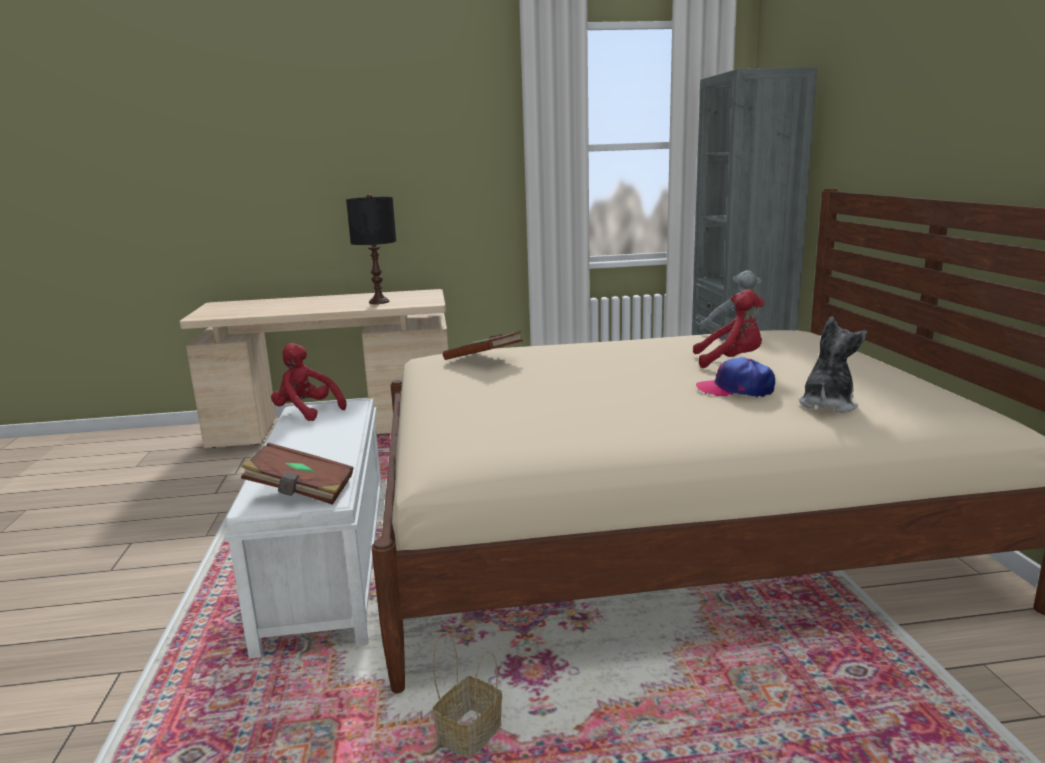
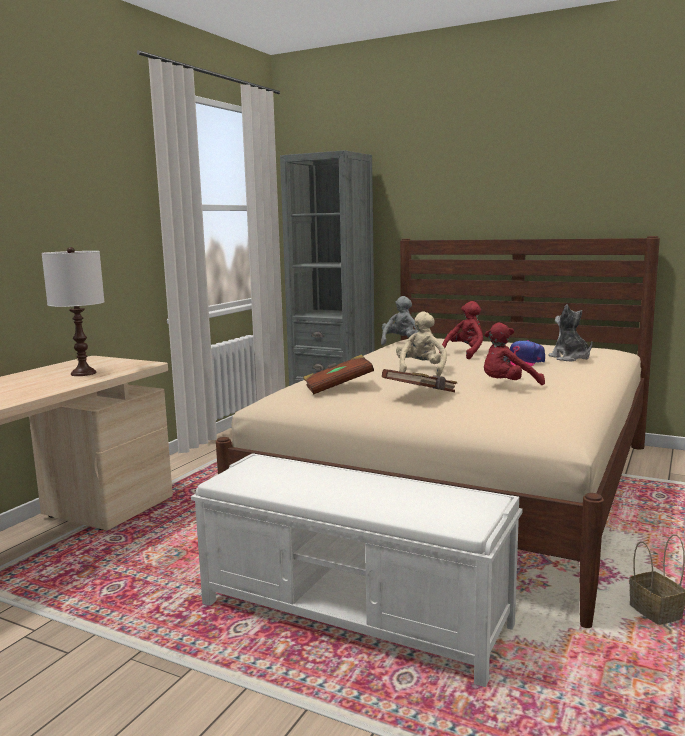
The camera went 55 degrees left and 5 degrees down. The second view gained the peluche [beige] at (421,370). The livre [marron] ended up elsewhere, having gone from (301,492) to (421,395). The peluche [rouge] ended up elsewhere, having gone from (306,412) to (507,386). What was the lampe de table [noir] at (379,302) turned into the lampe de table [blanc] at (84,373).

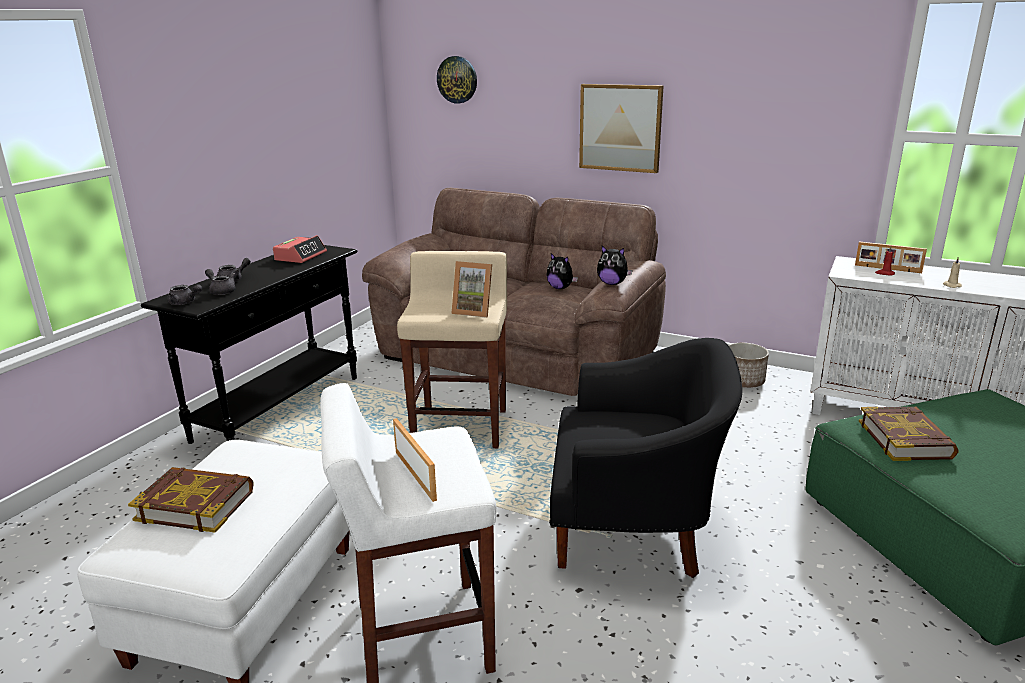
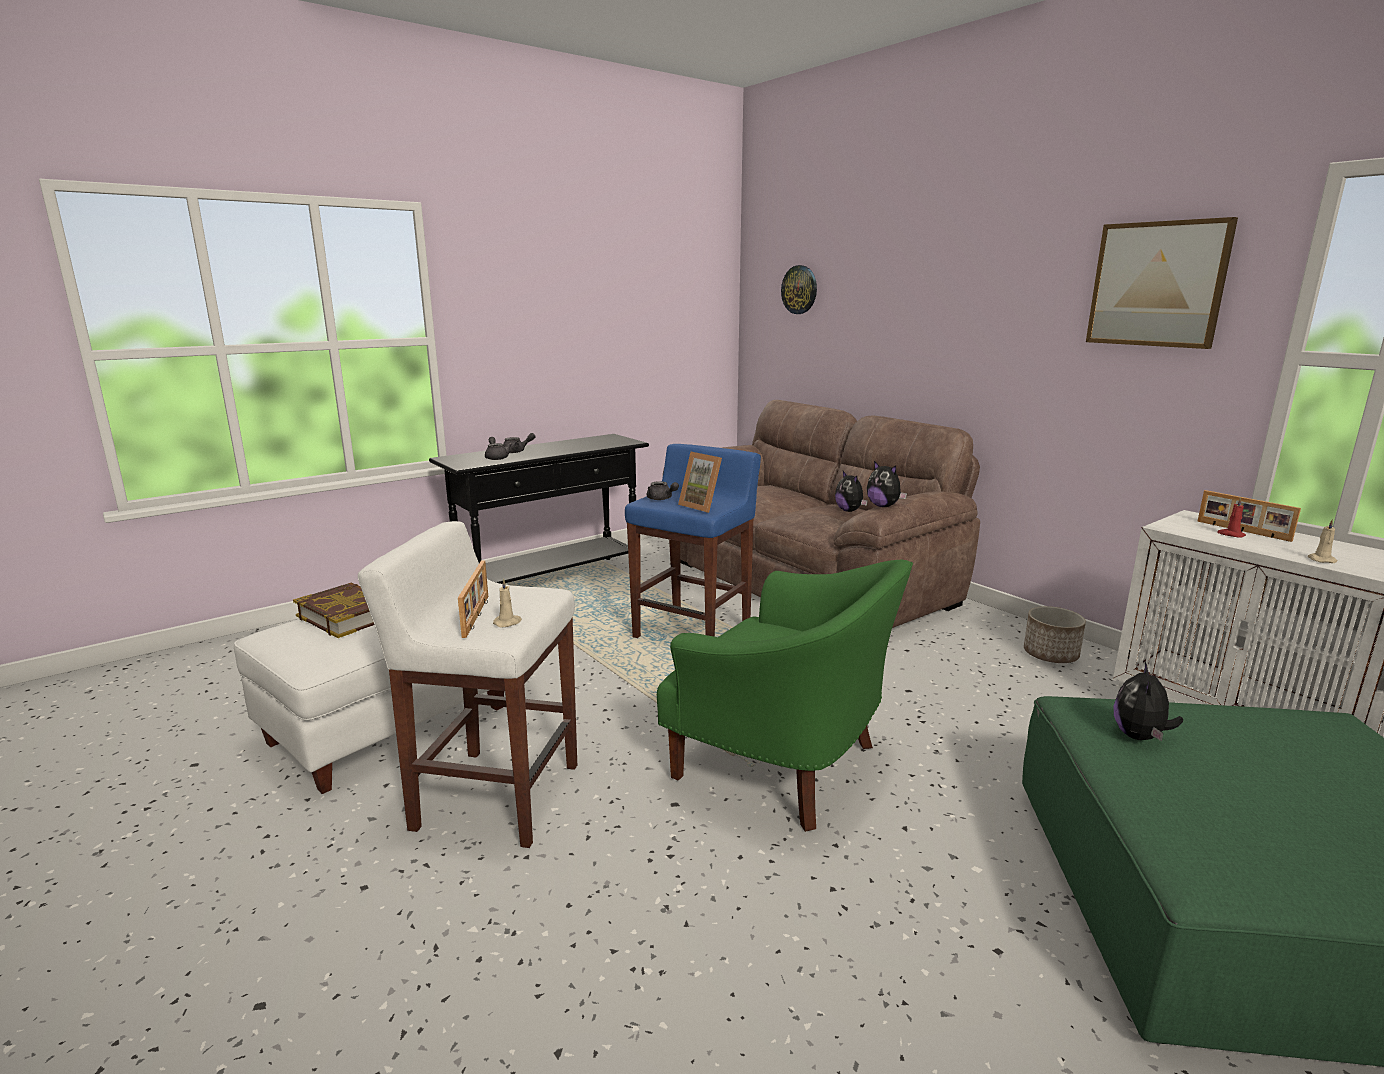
The camera went 25 degrees right and 5 degrees down. The second view lost the réveil at (301,256). The second view gained the bougie [beige] at (508,622). The théière [gris] ended up elsewhere, having gone from (185,303) to (661,499). The tableau ended up elsewhere, having gone from (620,127) to (1157,284). Where the livre stood at (905,439), the peluche came to stand at (1140,737). What was the tabouret [beige] at (461,426) turned into the tabouret [bleu] at (693,631). What was the fauteuil [noir] at (634,529) turned into the fauteuil [vert] at (784,766).

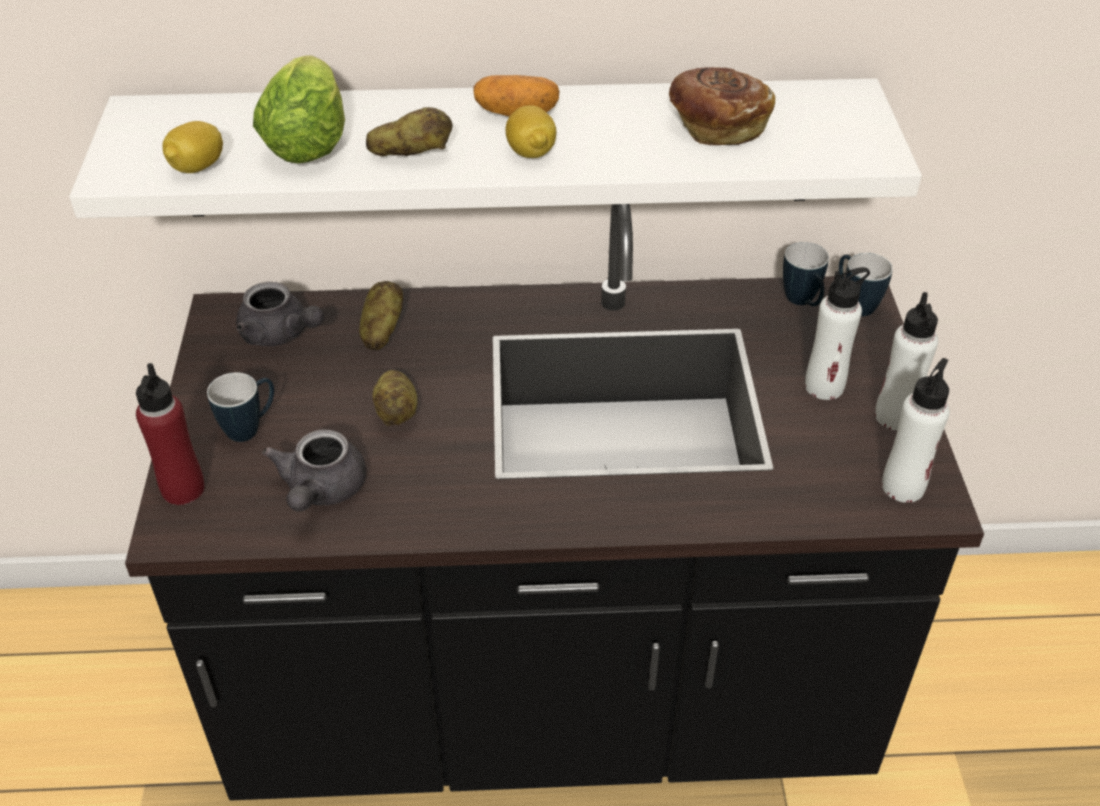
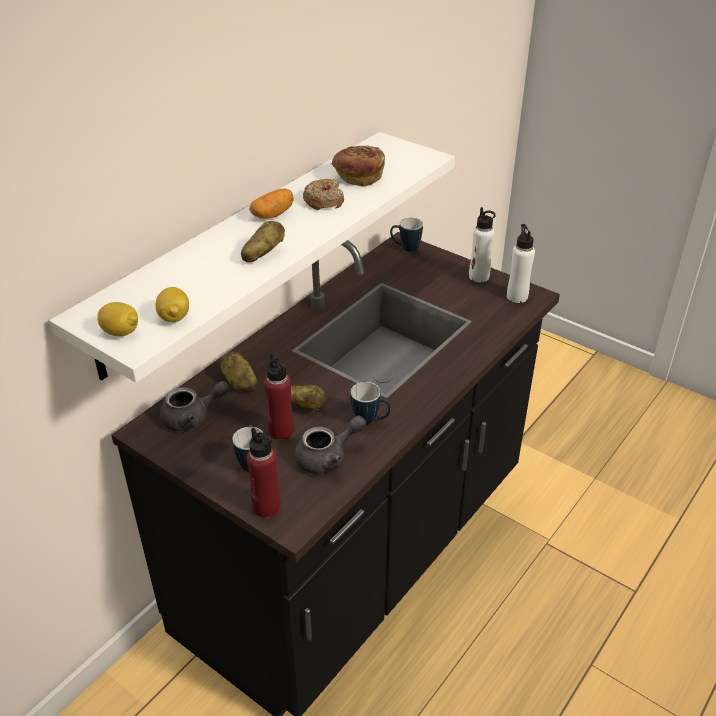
The camera went 50 degrees left and 5 degrees down. The second view lost the laitue at (309,139). The second view lost the bouteille [blanc] at (824,386). The second view gained the bouteille [rouge] at (281,431). The second view gained the beignet at (324,201). The citron ended up elsewhere, having gone from (530,152) to (121,332). The mug ended up elsewhere, having gone from (803,303) to (371,421). The théière [gris] at (321,491) ended up facing another way, 75 degrees counterclockwise from before.

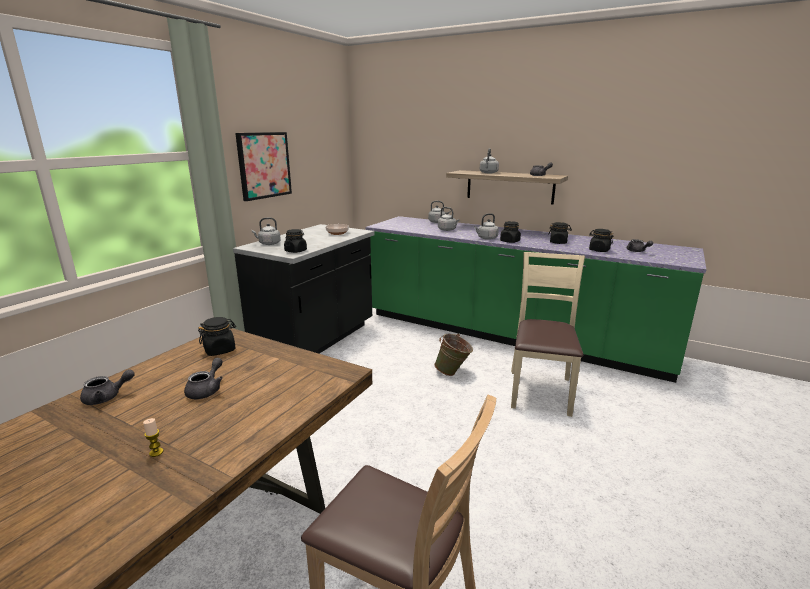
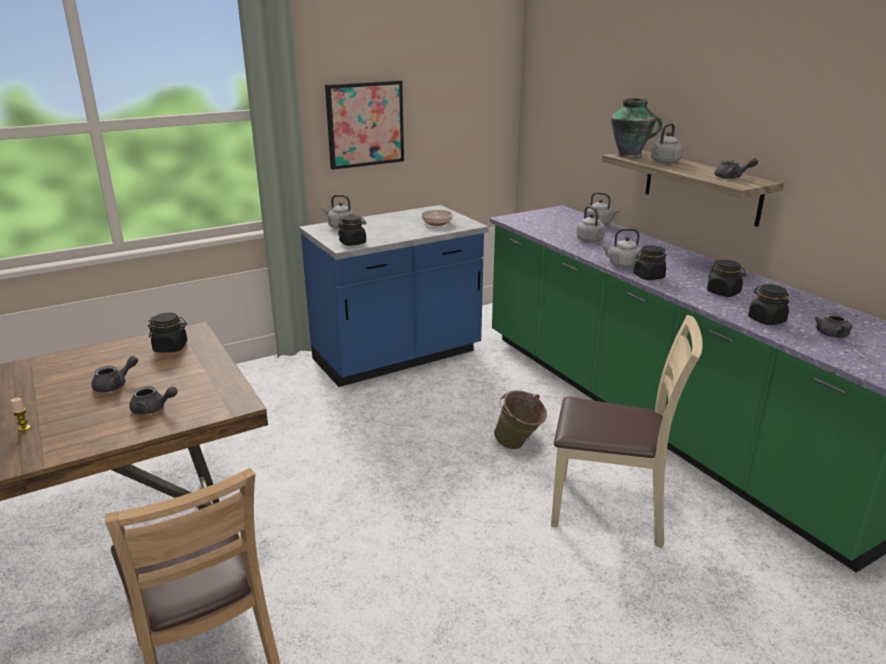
The camera went 30 degrees right and 5 degrees up. The second view gained the vase at (630,155). The théière [gris] ended up elsewhere, having gone from (107,397) to (153,409). What was the comptoir de cuisine [noir] at (316,341) turned into the comptoir de cuisine [bleu] at (397,358). The chaise [beige] at (540,391) ended up facing another way, 60 degrees clockwise from before.

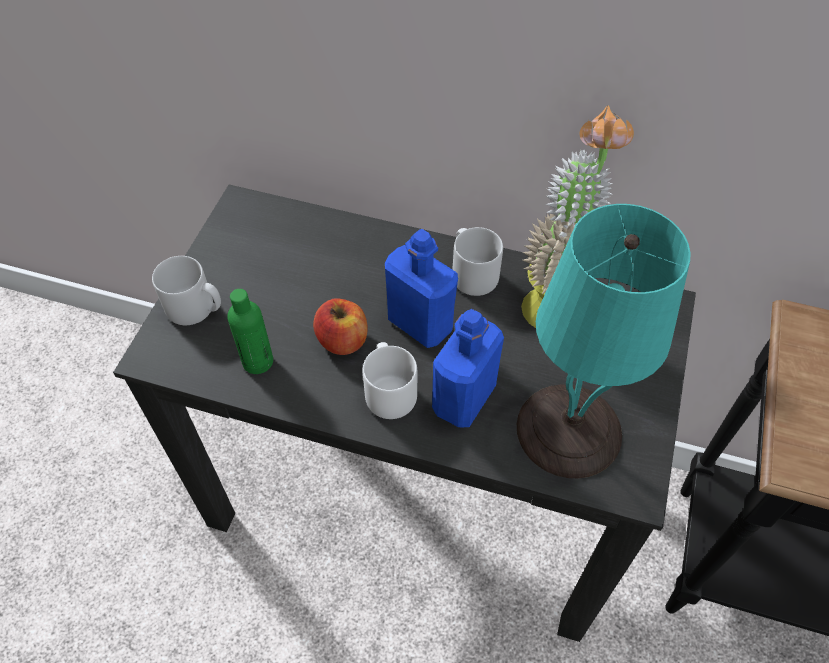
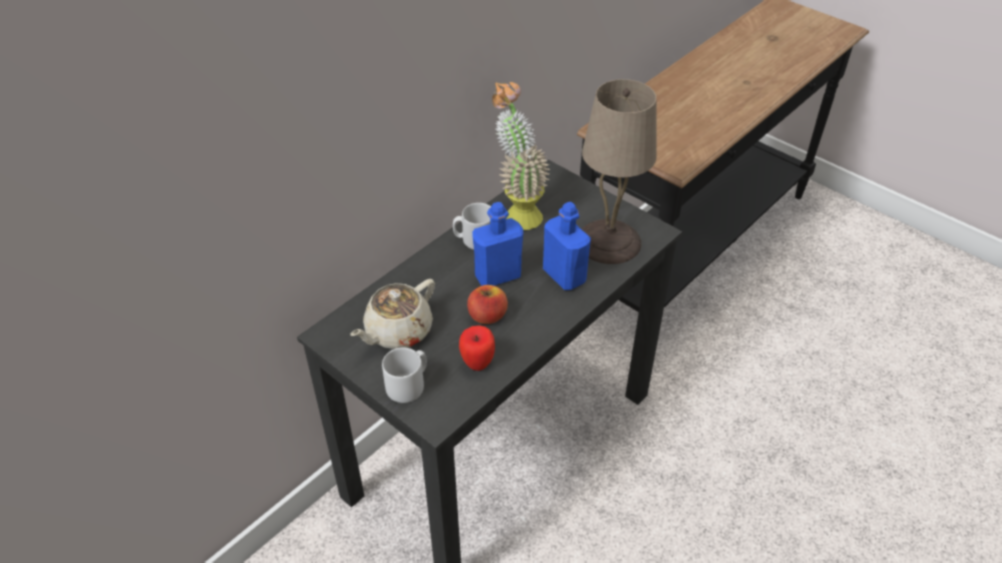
The camera went 65 degrees left and 10 degrees down. The second view lost the mug [blanc] at (389,391). The second view gained the théière [beige] at (397,331). Where the bouteille [vert] stood at (257,361), the pomme came to stand at (477,363). What was the lampe de table [turquoise] at (567,431) turned into the lampe de table [beige] at (609,242).

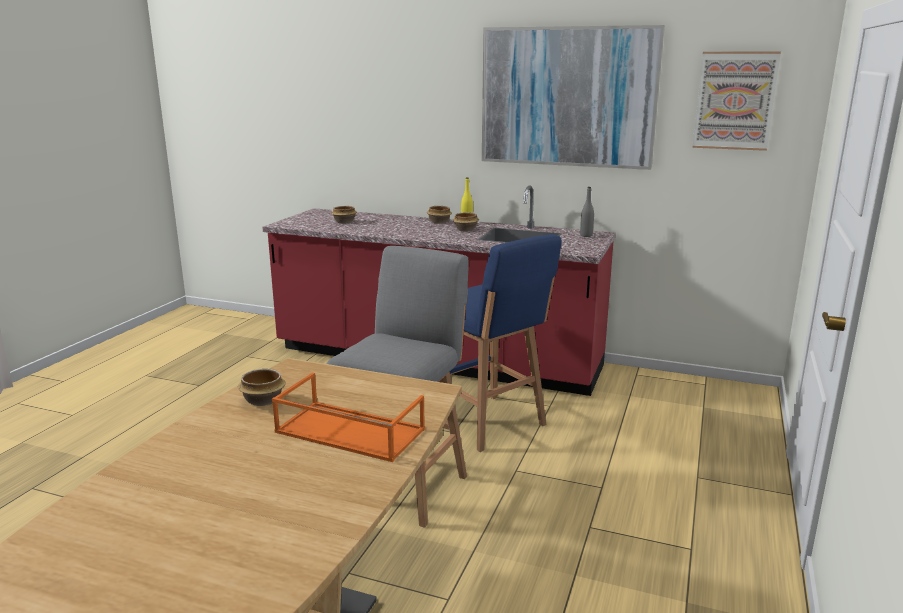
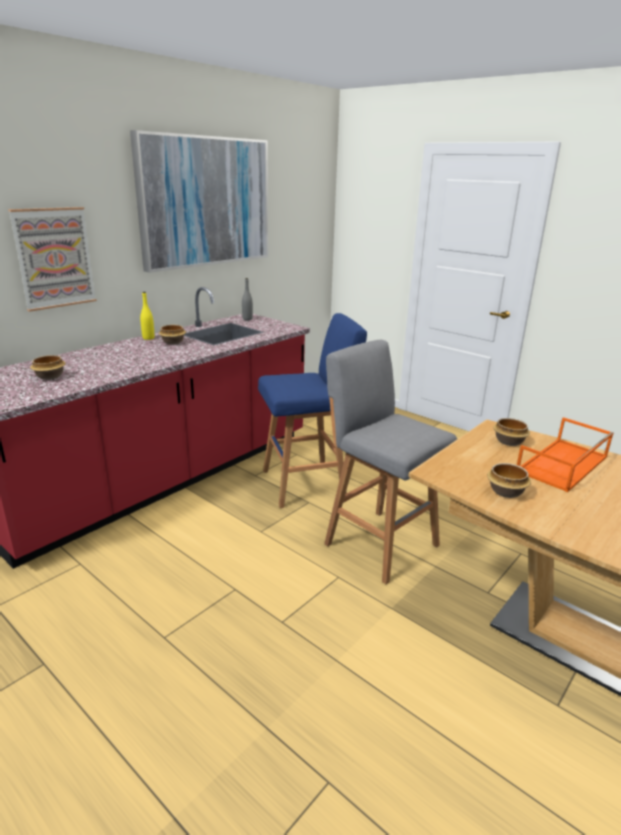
The camera went 70 degrees left and 5 degrees up. The bol ended up elsewhere, having gone from (439,222) to (508,442). The tableau ended up elsewhere, having gone from (734,101) to (54,258).

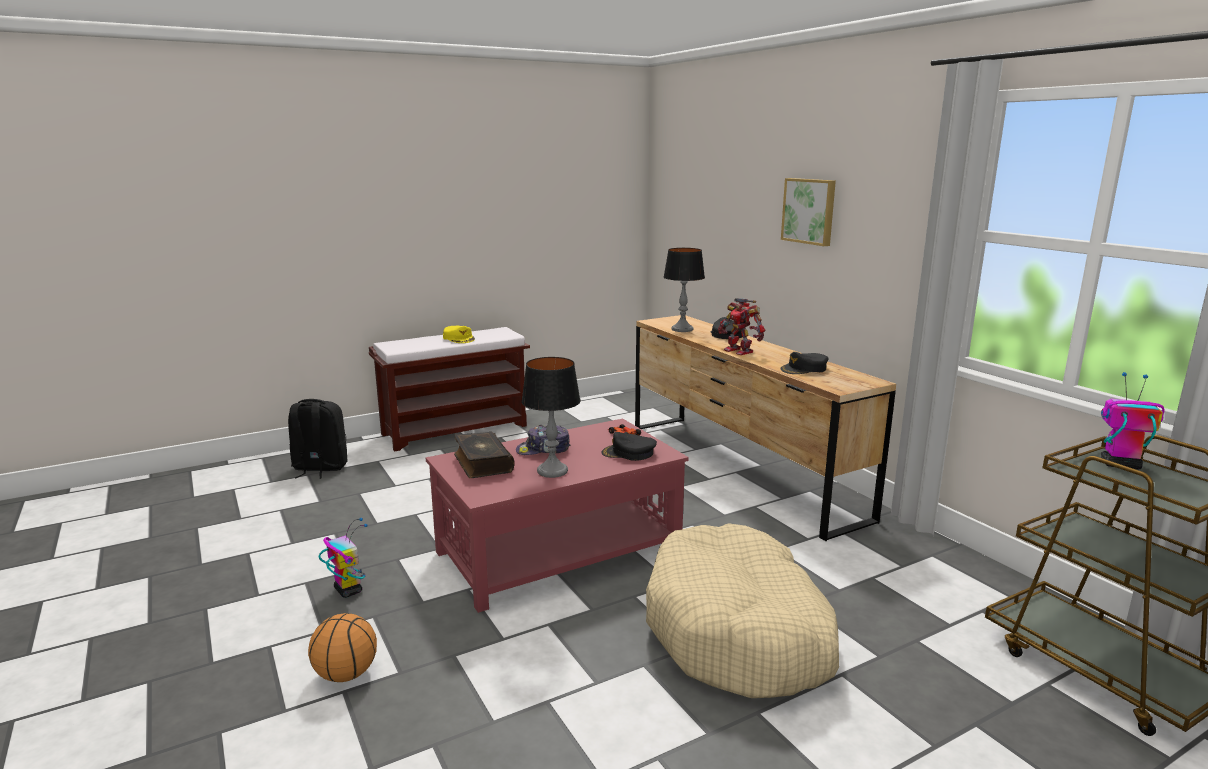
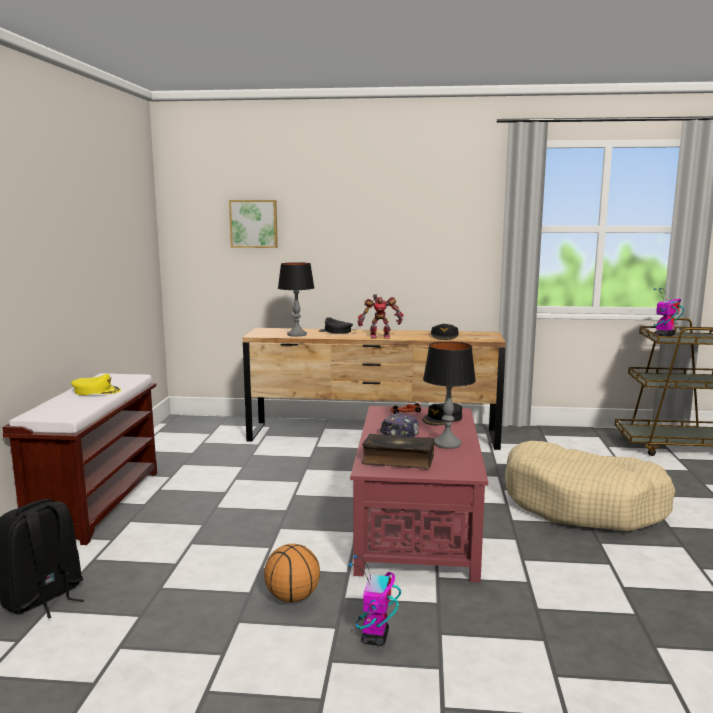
The camera went 55 degrees left and 5 degrees down. The ballon de basket ended up elsewhere, having gone from (346,674) to (292,597). The tableau ended up elsewhere, having gone from (809,211) to (254,223). The robot jouet at (348,590) ended up facing another way, 75 degrees counterclockwise from before.

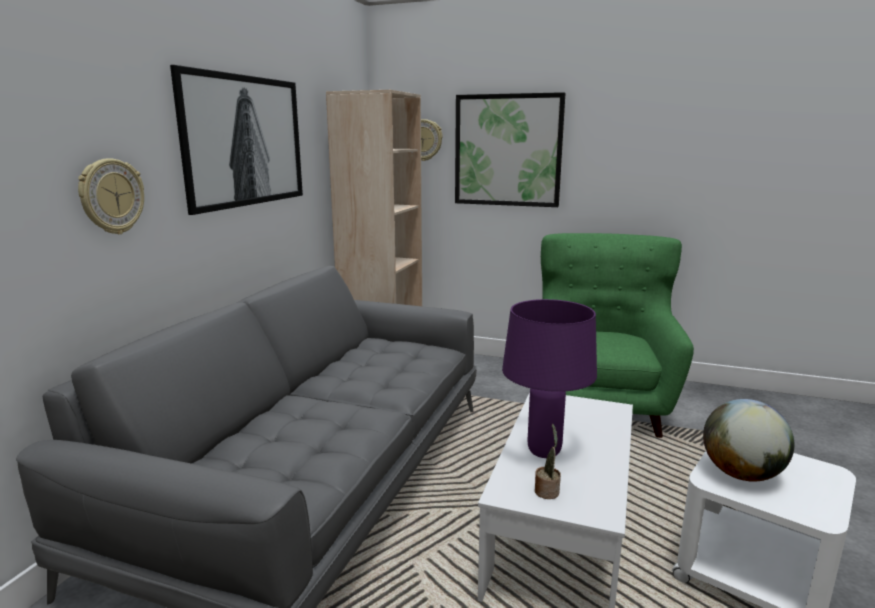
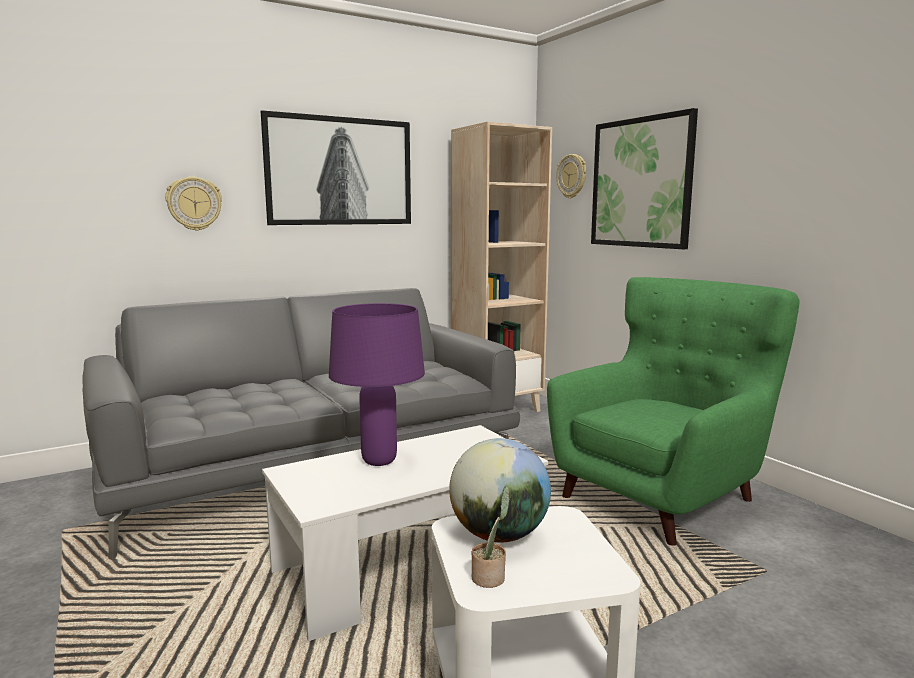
The camera went 40 degrees right and 5 degrees down. The plante en pot ended up elsewhere, having gone from (547,491) to (490,577).

